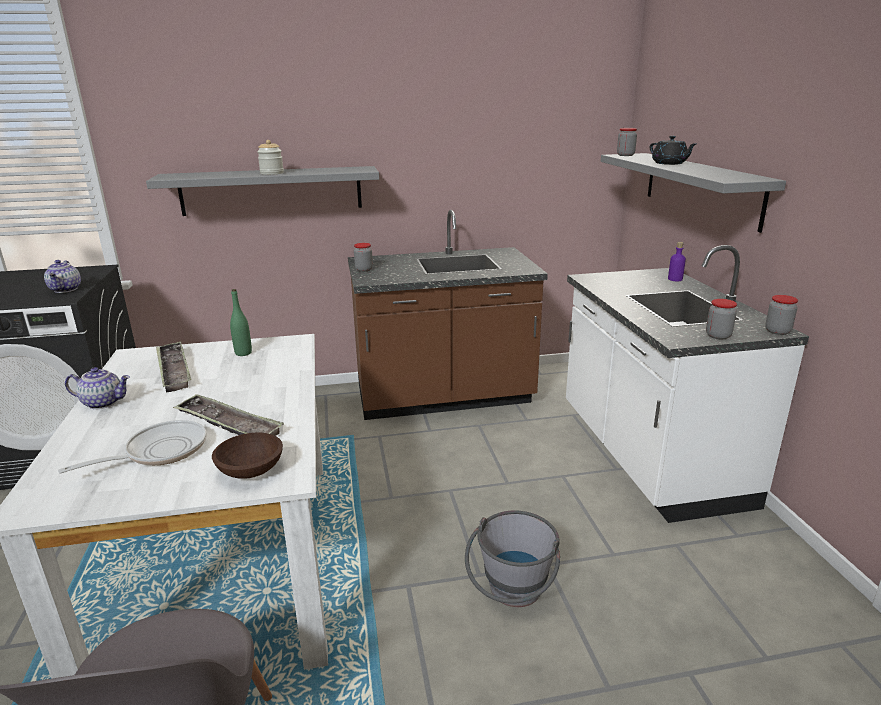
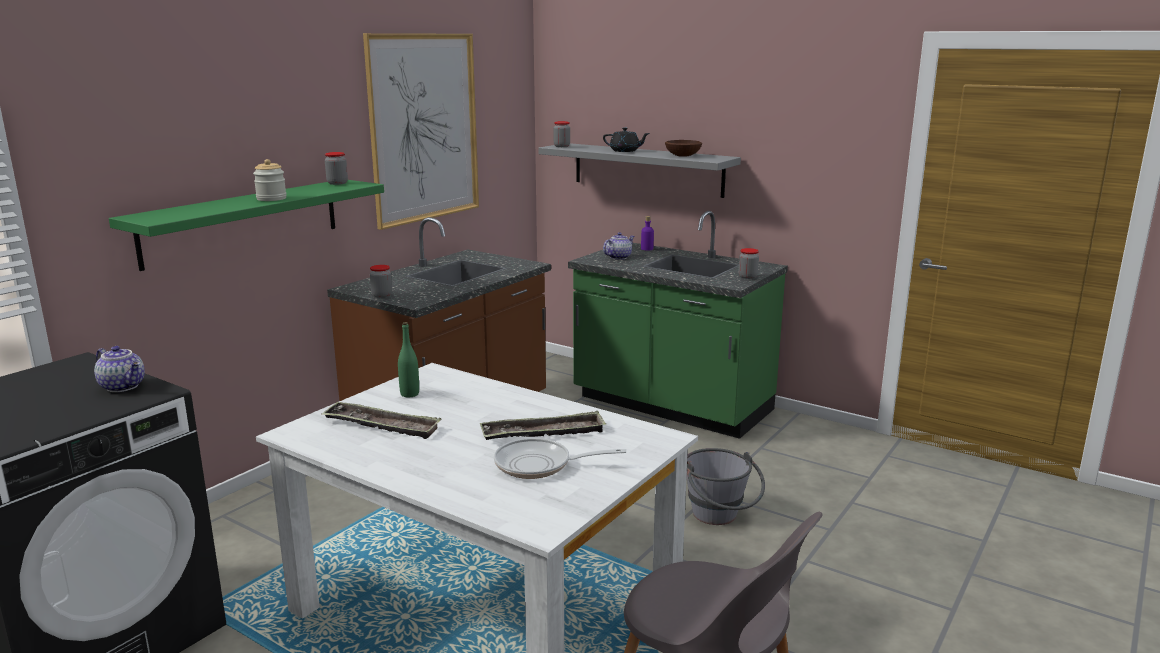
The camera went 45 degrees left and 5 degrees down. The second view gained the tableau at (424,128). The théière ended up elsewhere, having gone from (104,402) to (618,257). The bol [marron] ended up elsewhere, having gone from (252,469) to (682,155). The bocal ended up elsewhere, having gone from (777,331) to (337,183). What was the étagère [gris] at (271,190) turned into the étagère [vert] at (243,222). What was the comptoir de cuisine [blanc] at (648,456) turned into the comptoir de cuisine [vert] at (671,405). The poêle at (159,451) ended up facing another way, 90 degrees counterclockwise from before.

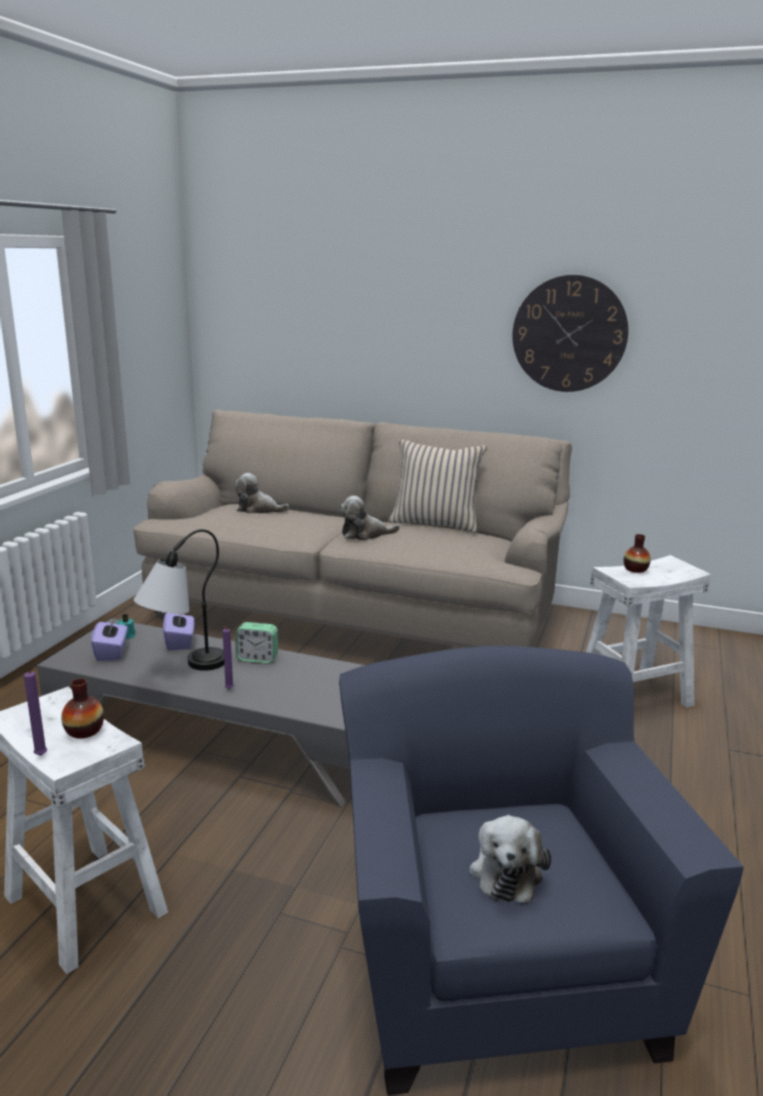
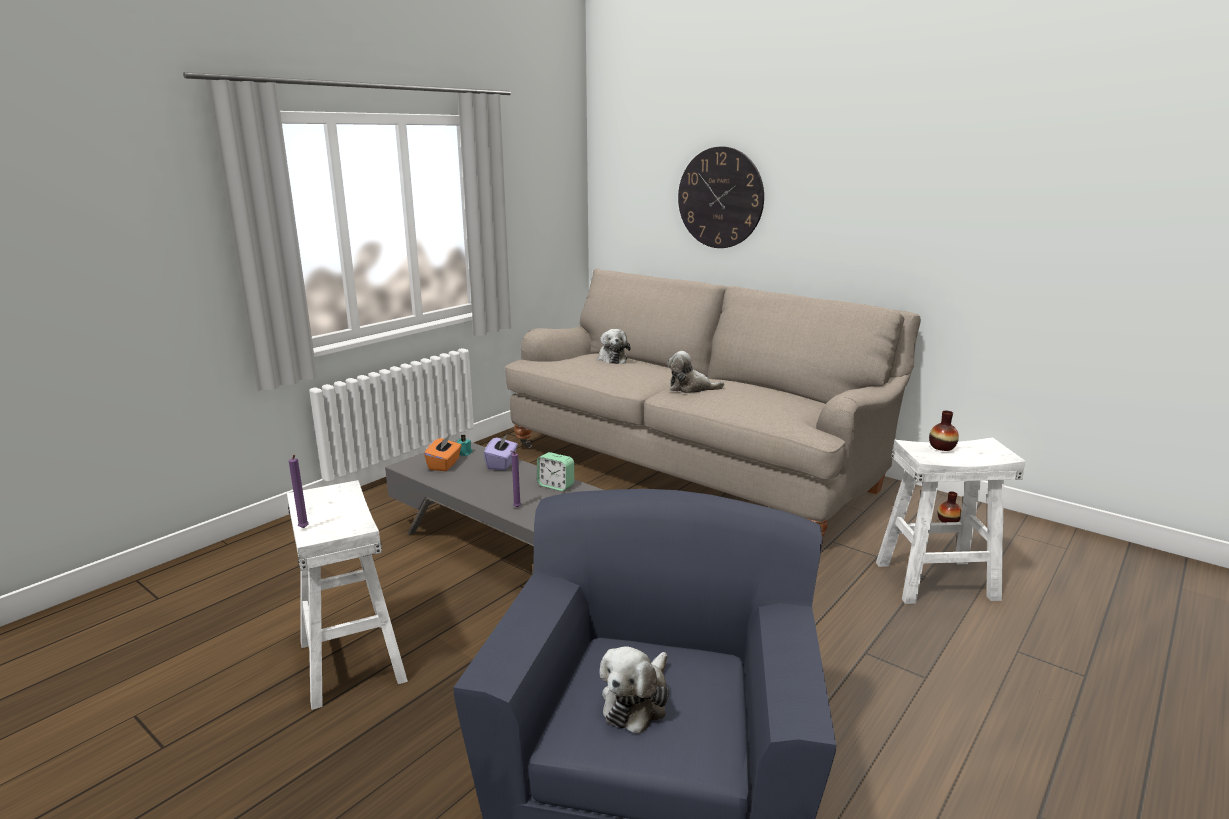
The camera went 20 degrees right and 0 degrees up. The second view lost the lampe de table at (183,669). The second view lost the coussin [beige] at (435,524). The vase ended up elsewhere, having gone from (84,731) to (948,521). The horloge murale ended up elsewhere, having gone from (569,334) to (720,198). What was the boîte à mouchoirs [violet] at (111,652) turned into the boîte à mouchoirs [orange] at (444,465). The peluche at (258,510) ended up facing another way, 135 degrees counterclockwise from before.

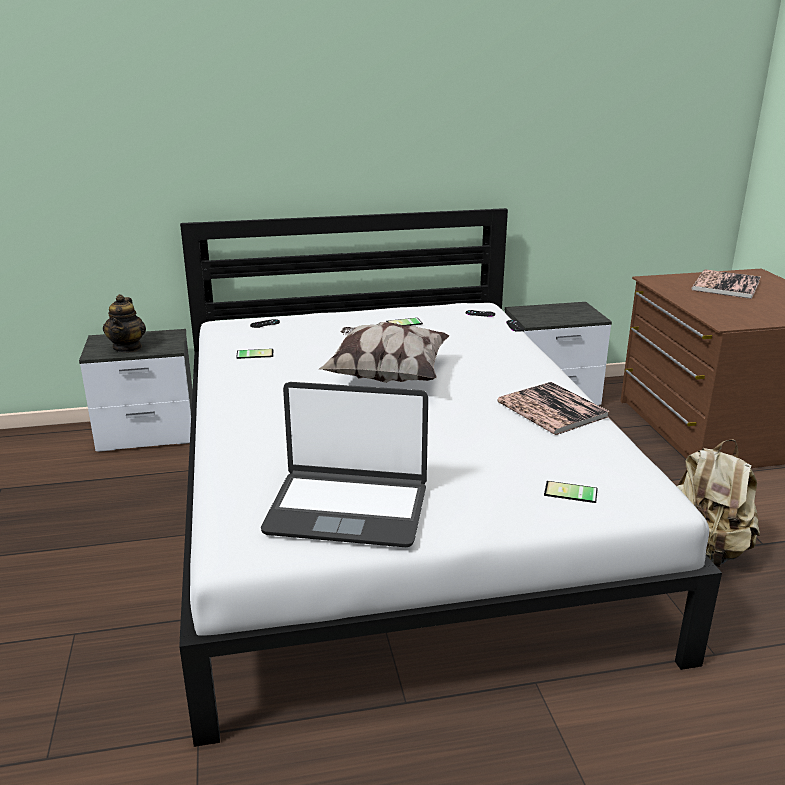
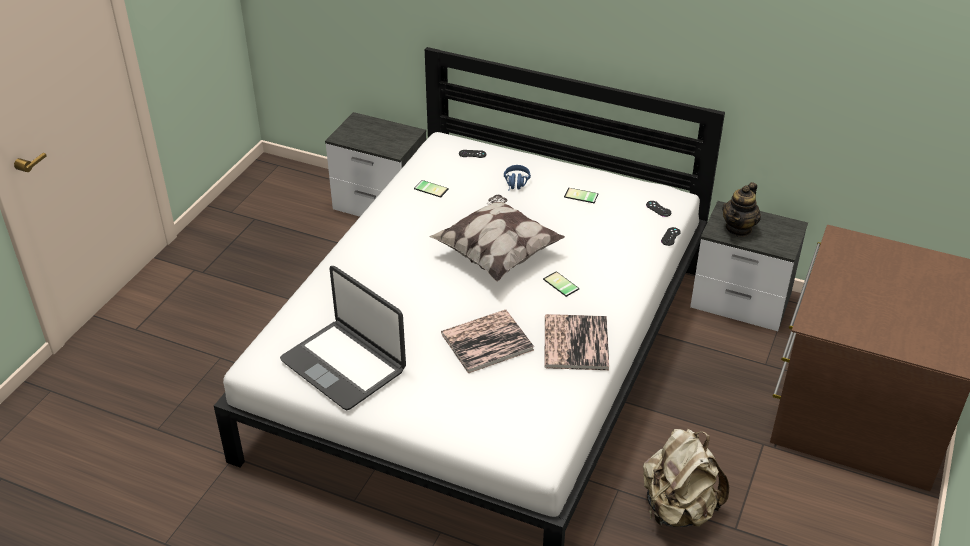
The camera went 35 degrees right and 15 degrees up. The second view gained the casque audio [bleu] at (516,184). The théière ended up elsewhere, having gone from (128,347) to (739,228). The téléphone ended up elsewhere, having gone from (570,494) to (559,285). The livre ended up elsewhere, having gone from (726,285) to (487,342).

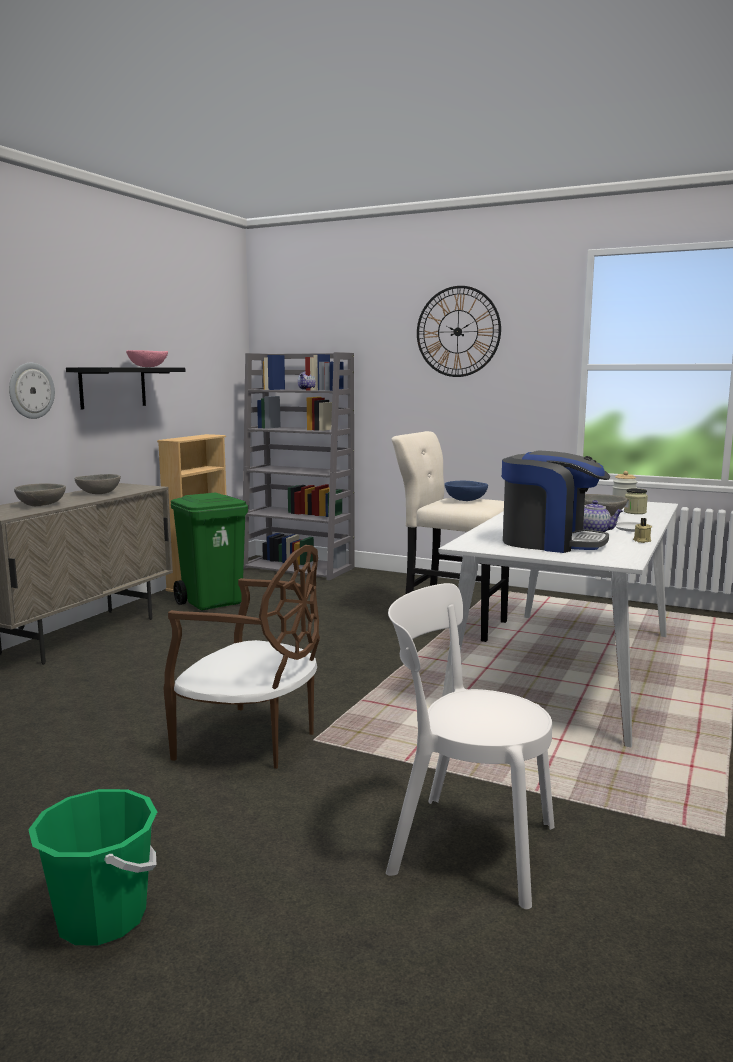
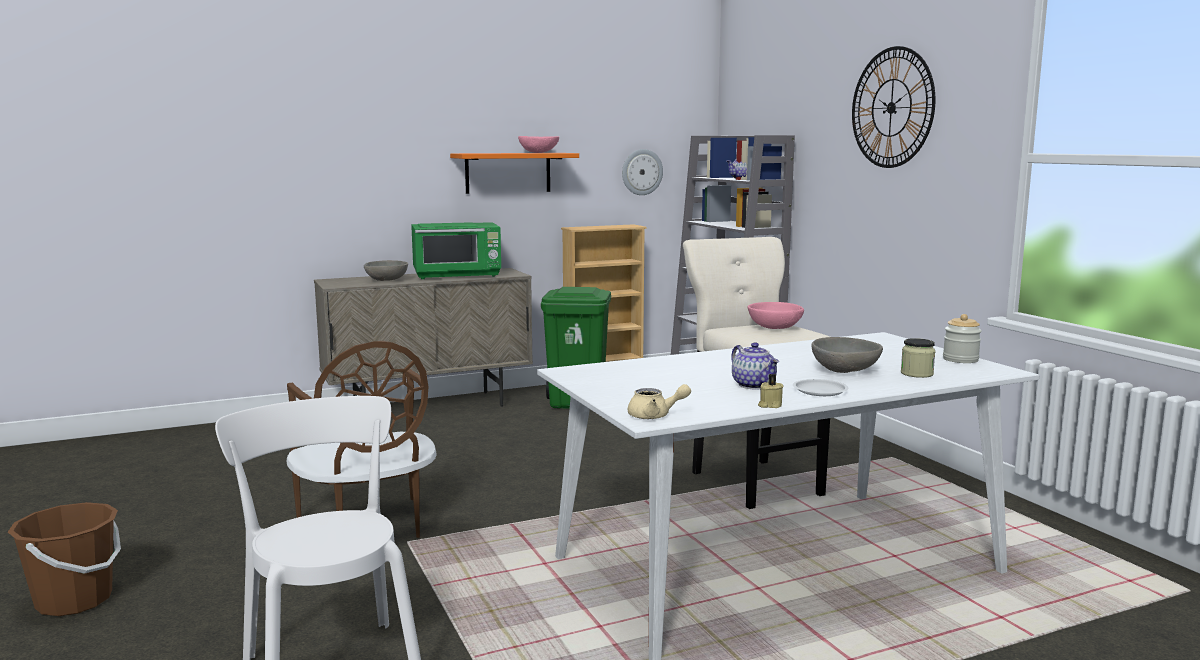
The camera went 40 degrees right and 0 degrees up. The second view lost the machine à café at (550,542). The second view gained the théière [beige] at (655,416). The horloge murale ended up elsewhere, having gone from (31,390) to (641,172). Where the bol [gris] stood at (98,493), the micro-ondes [vert] came to stand at (458,275). What was the seau [vert] at (102,918) turned into the seau [marron] at (74,601). What was the étagère [noir] at (113,387) turned into the étagère [orange] at (508,172). What was the bol [bleu] at (466,500) turned into the bol [rose] at (775,328).

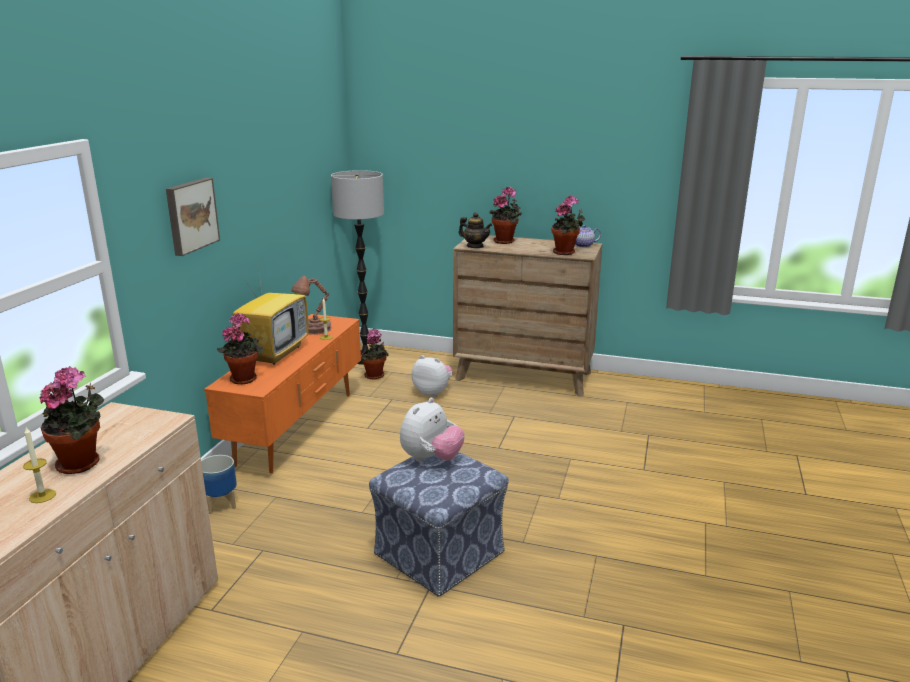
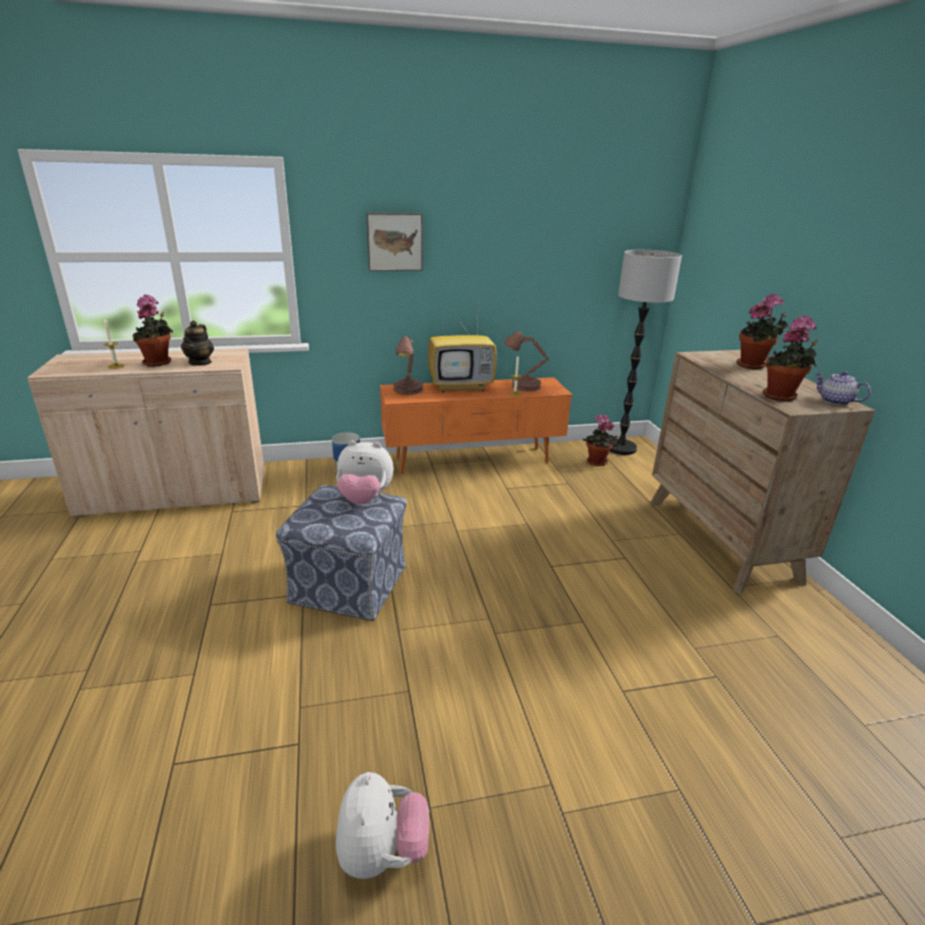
The camera went 60 degrees right and 5 degrees up. The peluche ended up elsewhere, having gone from (433,392) to (382,852). The théière ended up elsewhere, having gone from (475,246) to (200,362). Where the plante en pot stood at (244,378), the lampe de table [marron] came to stand at (408,390).

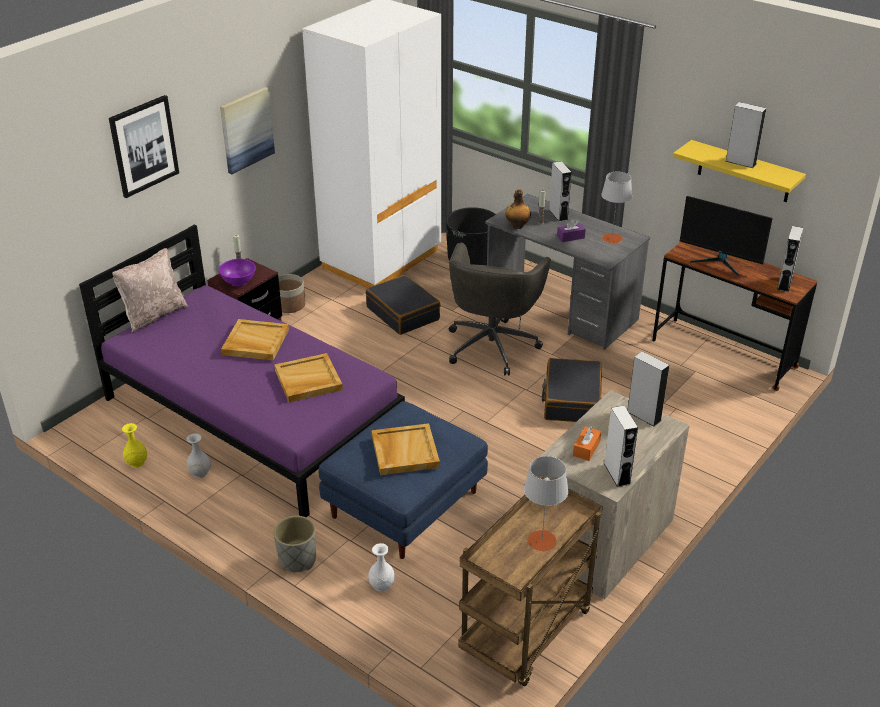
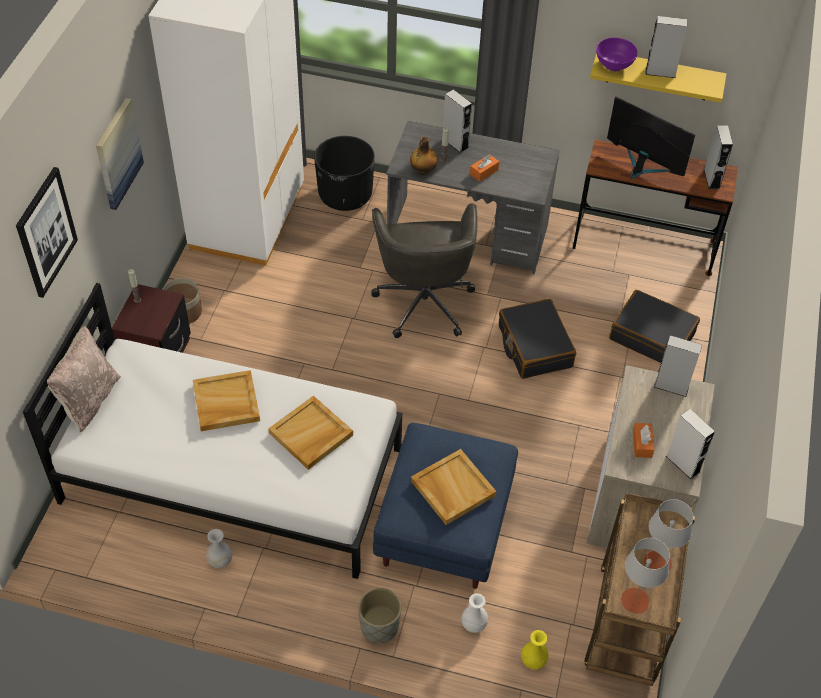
The camera went 25 degrees left and 15 degrees up. The vase [jaune] ended up elsewhere, having gone from (137,463) to (533,661). The bol [violet] ended up elsewhere, having gone from (238,282) to (614,65). The valise [noir] ended up elsewhere, having gone from (403,313) to (652,336). The lampe de table [gris] ended up elsewhere, having gone from (612,238) to (635,601). What was the lit [violet] at (252,417) turned into the lit [blanc] at (232,473). What was the boîte à mouchoirs [violet] at (570,237) turned into the boîte à mouchoirs [orange] at (484,172). The écran d'ordinateur at (719,262) ended up facing another way, 150 degrees counterclockwise from before.

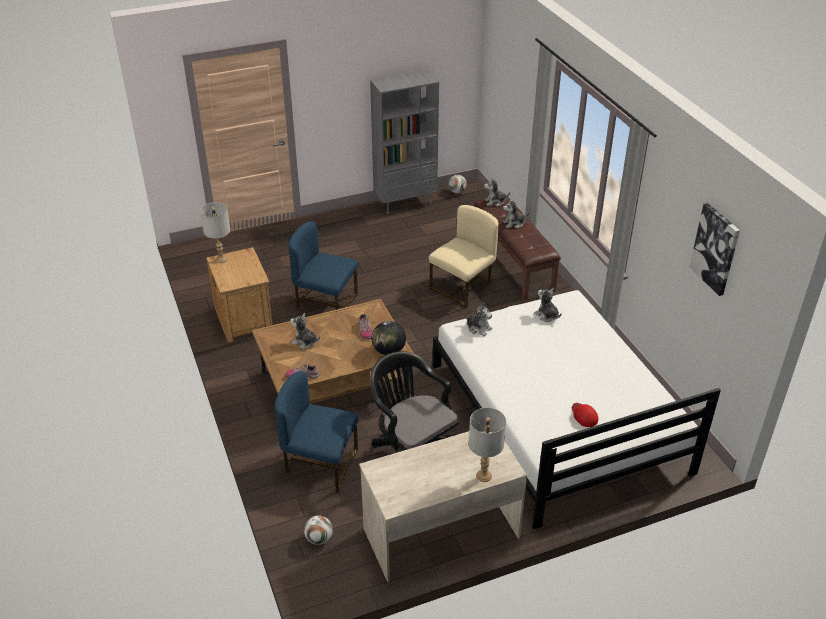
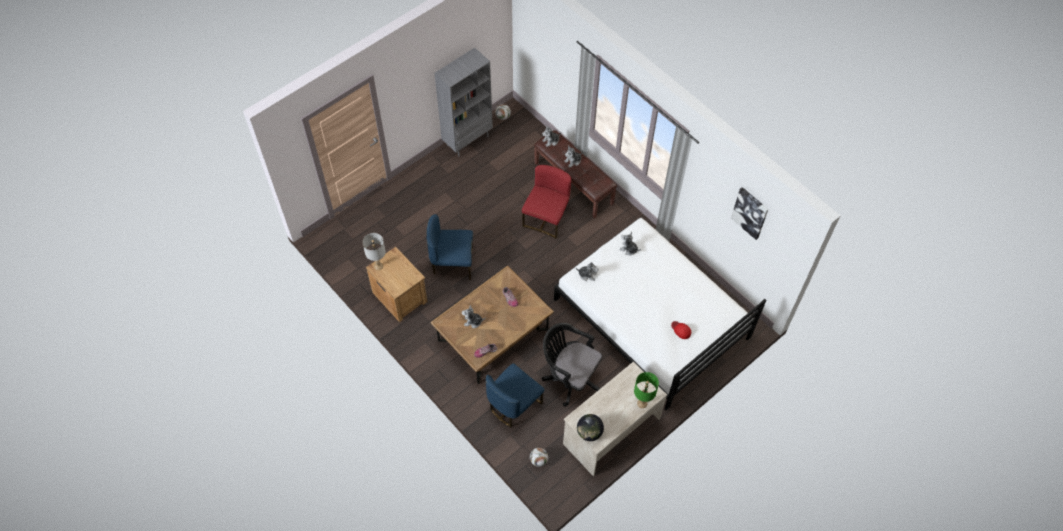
The camera went 20 degrees left and 20 degrees up. The globe ended up elsewhere, having gone from (388,351) to (589,432). What was the chaise [beige] at (463,287) turned into the chaise [rouge] at (546,218). What was the lampe de table [gris] at (484,475) turned into the lampe de table [vert] at (642,403). The chaise [bleu] at (320,464) ended up facing another way, 45 degrees counterclockwise from before.

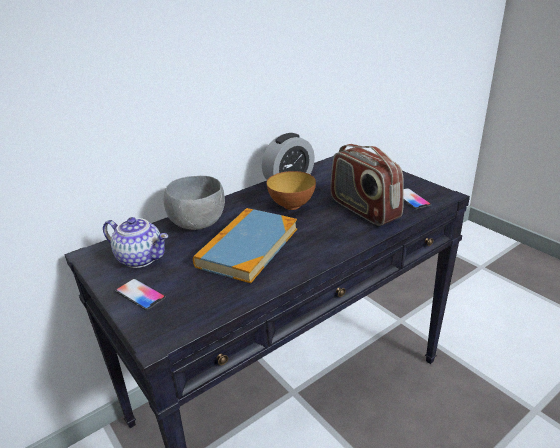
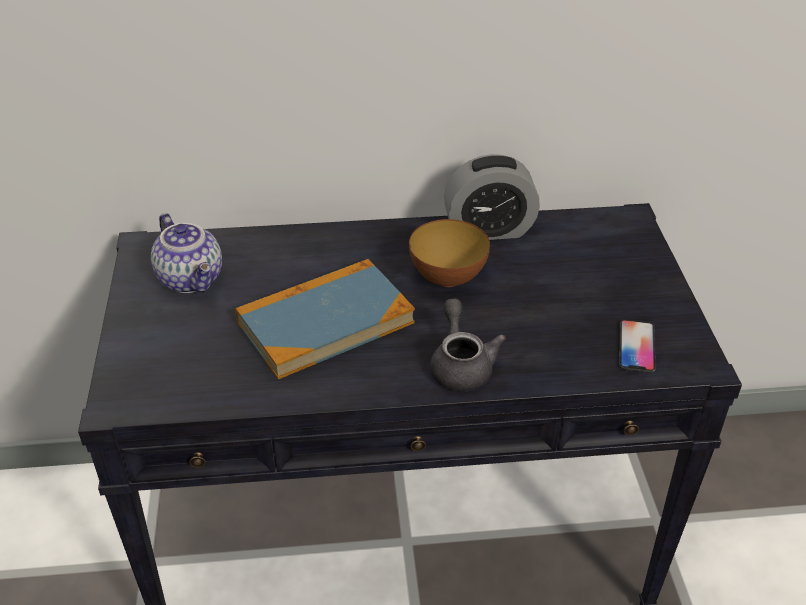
The camera went 30 degrees right and 10 degrees up. The second view lost the téléphone at (140,295). The second view lost the bol [gris] at (198,223). The second view lost the radio at (363,209). The second view gained the théière [gris] at (461,365).

